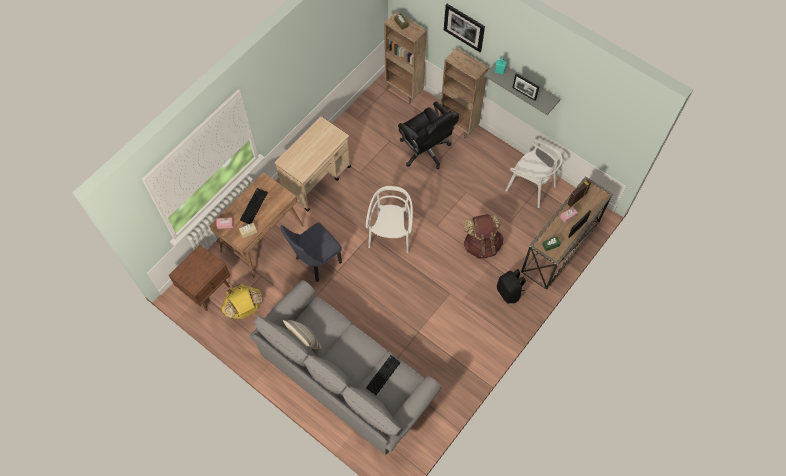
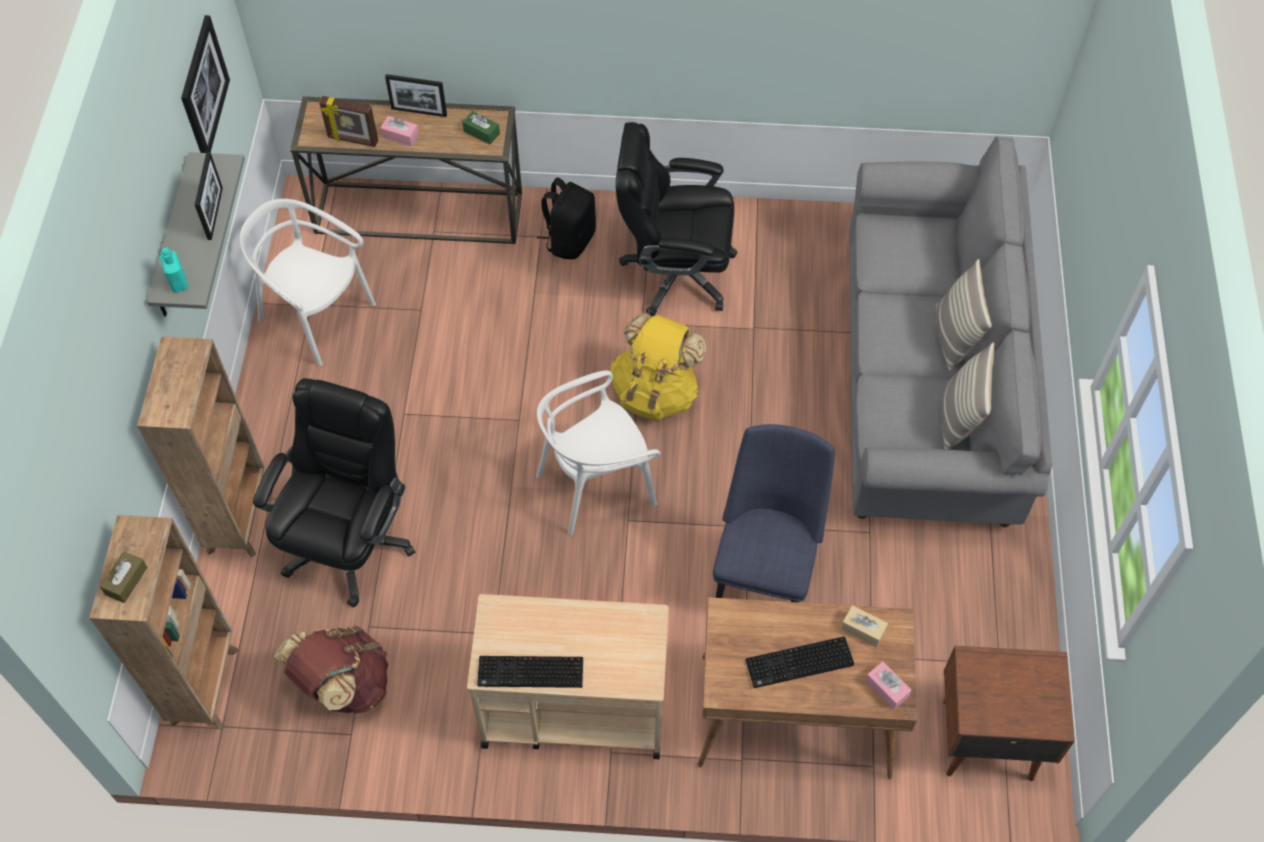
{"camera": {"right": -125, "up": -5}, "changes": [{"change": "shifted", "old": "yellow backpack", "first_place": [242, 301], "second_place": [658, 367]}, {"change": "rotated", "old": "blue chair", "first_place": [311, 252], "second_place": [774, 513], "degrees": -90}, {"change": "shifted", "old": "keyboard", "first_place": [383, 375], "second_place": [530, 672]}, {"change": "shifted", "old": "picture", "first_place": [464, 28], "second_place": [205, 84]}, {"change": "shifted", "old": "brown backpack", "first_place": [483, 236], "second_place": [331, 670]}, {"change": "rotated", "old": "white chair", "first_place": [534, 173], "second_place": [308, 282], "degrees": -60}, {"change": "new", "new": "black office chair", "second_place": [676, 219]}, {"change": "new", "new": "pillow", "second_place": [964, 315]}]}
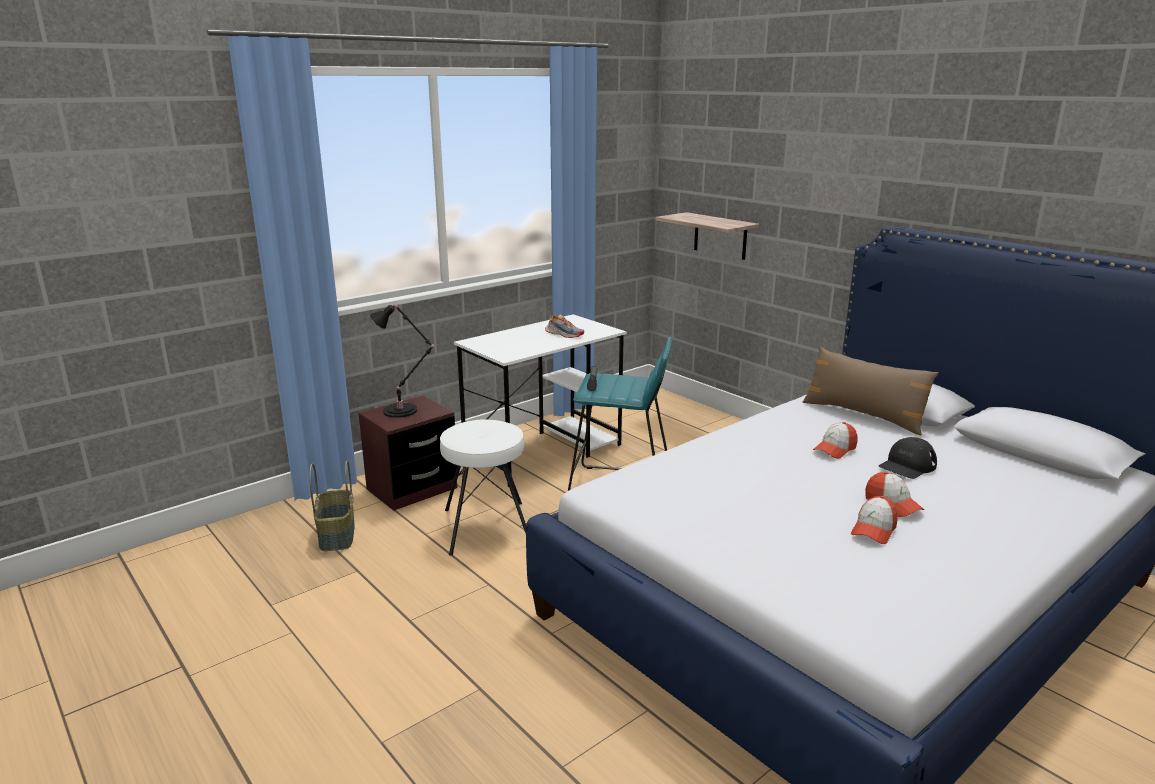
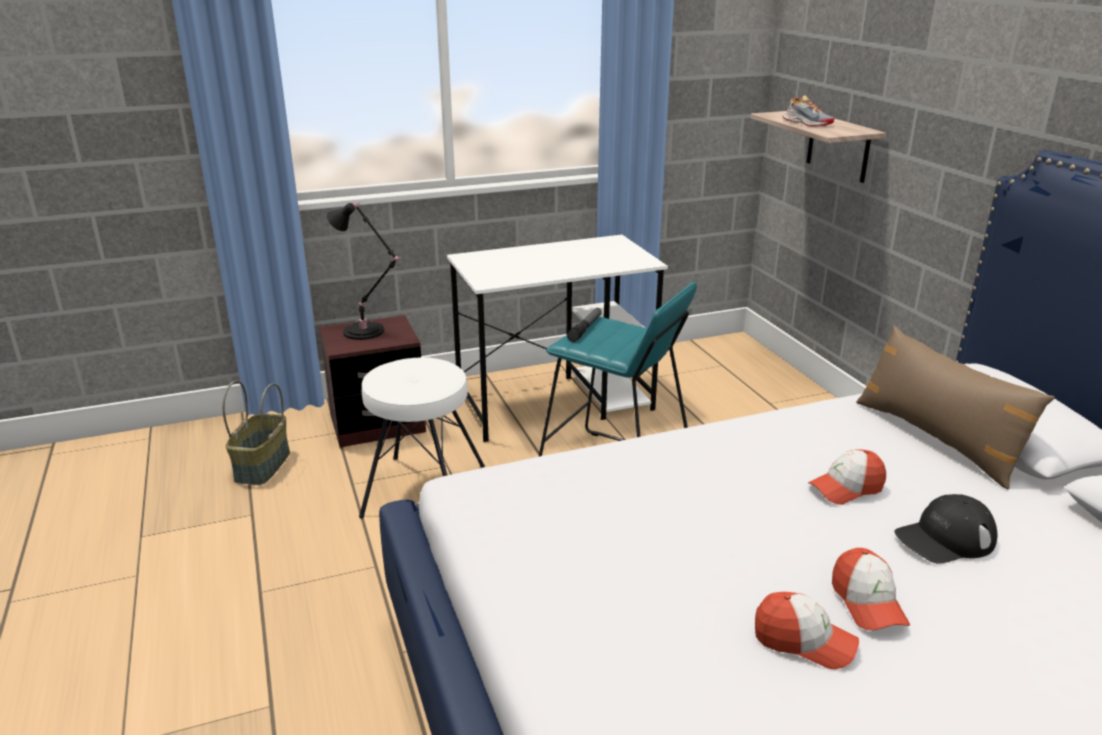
{"camera": {"right": 20, "up": 5}, "changes": [{"change": "shifted", "old": "shoe", "first_place": [564, 326], "second_place": [808, 111]}, {"change": "rotated", "old": "cap", "first_place": [874, 520], "second_place": [807, 630], "degrees": -120}]}
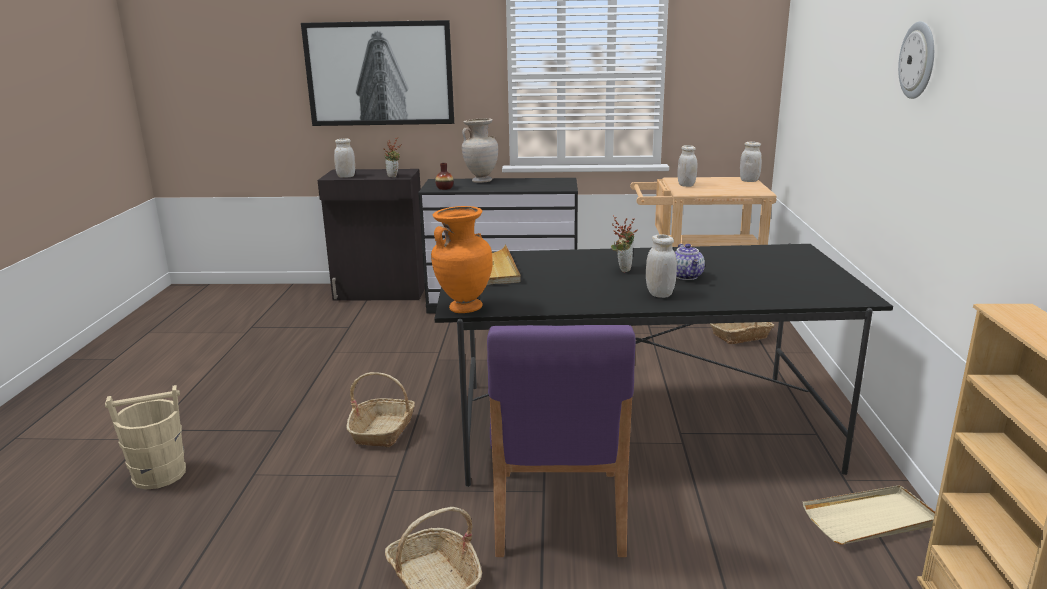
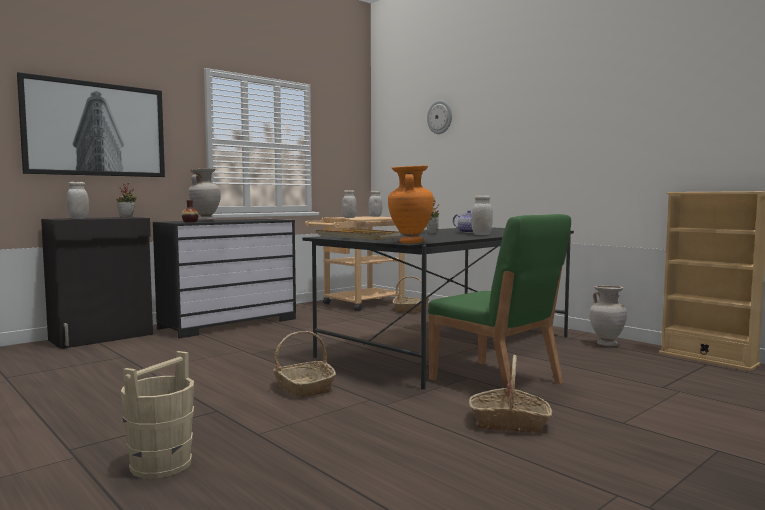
{"camera": {"right": -45, "up": -15}, "changes": [{"change": "repainted", "old": "purple chair", "new": "green chair", "first_place": [561, 441], "second_place": [499, 301]}, {"change": "swapped", "old": "beige tray", "new": "beige vase", "first_place": [869, 515], "second_place": [608, 316]}, {"change": "shifted", "old": "wall clock", "first_place": [916, 60], "second_place": [439, 117]}]}
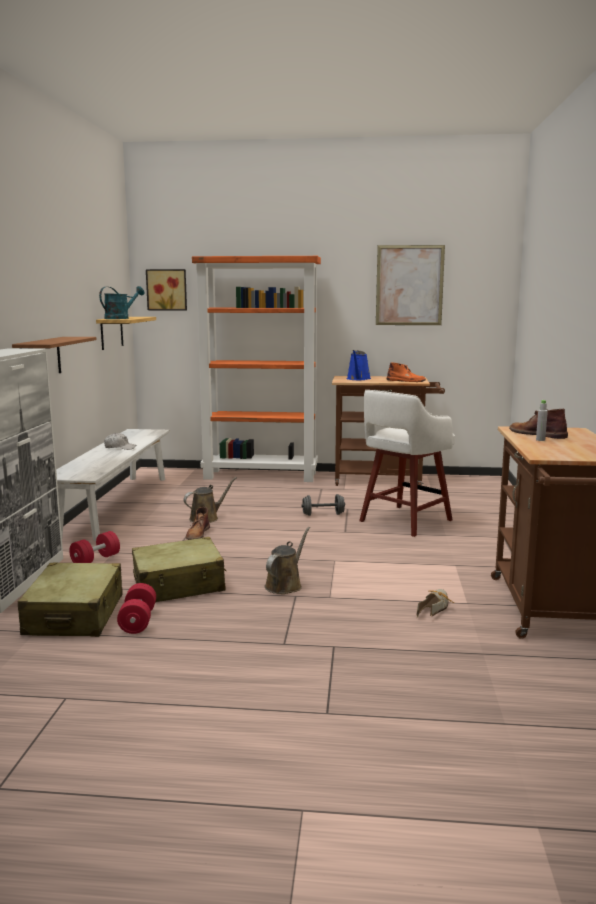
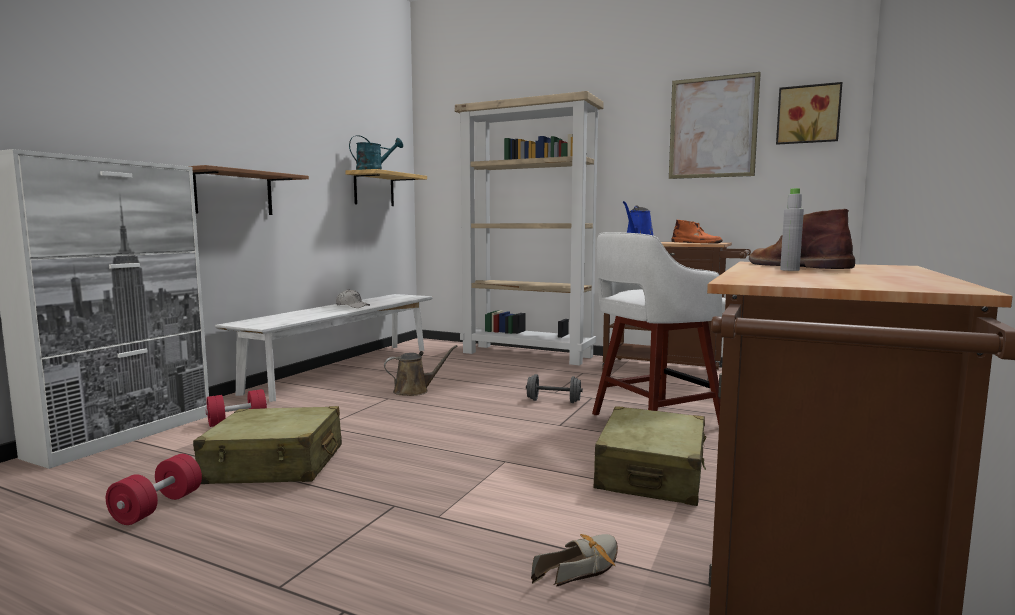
{"camera": {"right": 20, "up": -5}, "changes": [{"change": "shifted", "old": "beige suitcase", "first_place": [70, 599], "second_place": [649, 456]}, {"change": "shifted", "old": "picture", "first_place": [166, 289], "second_place": [809, 113]}, {"change": "gone", "old": "brown boot", "first_place": [198, 523]}, {"change": "repainted", "old": "orange bookcase", "new": "beige bookcase", "first_place": [256, 369], "second_place": [529, 228]}, {"change": "gone", "old": "brown watering can", "first_place": [287, 560]}]}
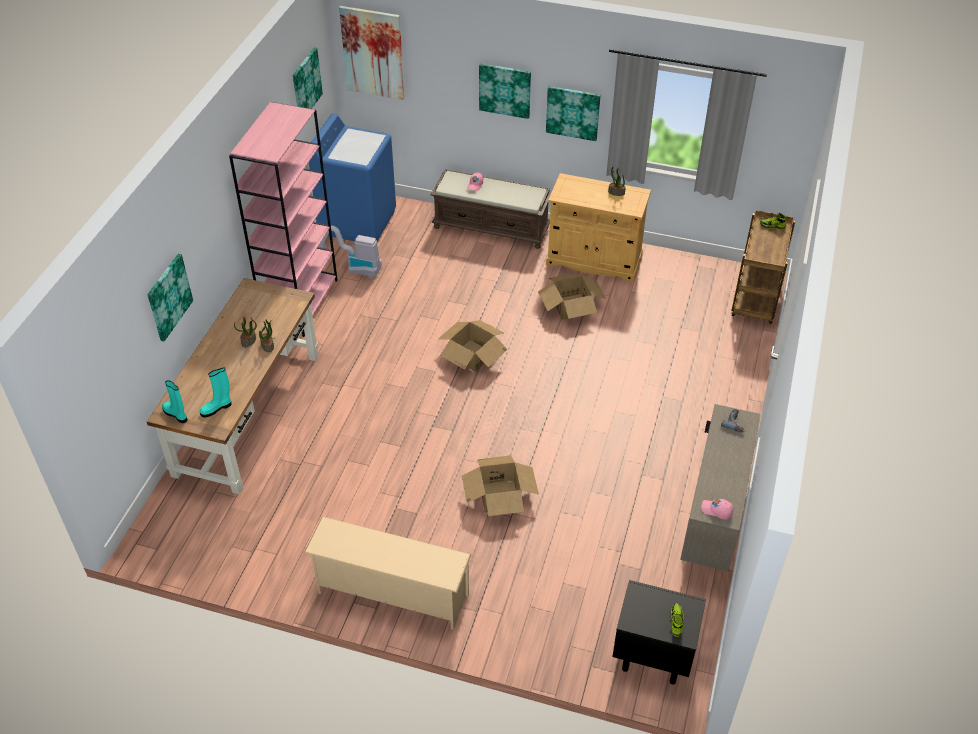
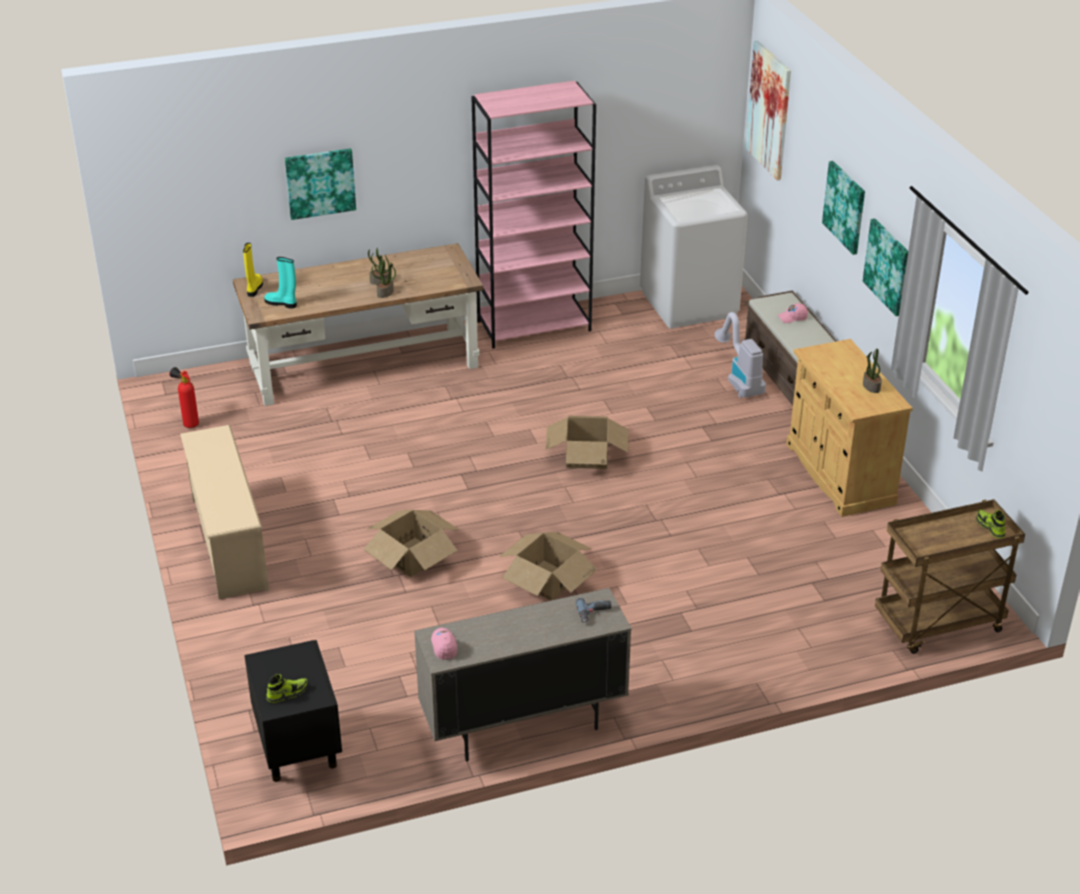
{"camera": {"right": 55, "up": -10}, "changes": [{"change": "repainted", "old": "turquoise boot", "new": "yellow boot", "first_place": [174, 401], "second_place": [253, 270]}, {"change": "gone", "old": "picture", "first_place": [308, 78]}, {"change": "repainted", "old": "blue washing machine", "new": "white washing machine", "first_place": [352, 177], "second_place": [694, 246]}, {"change": "shifted", "old": "vacuum cleaner", "first_place": [350, 251], "second_place": [740, 355]}, {"change": "shifted", "old": "cardboard box", "first_place": [572, 296], "second_place": [548, 566]}, {"change": "new", "new": "fire extinguisher", "second_place": [184, 397]}]}
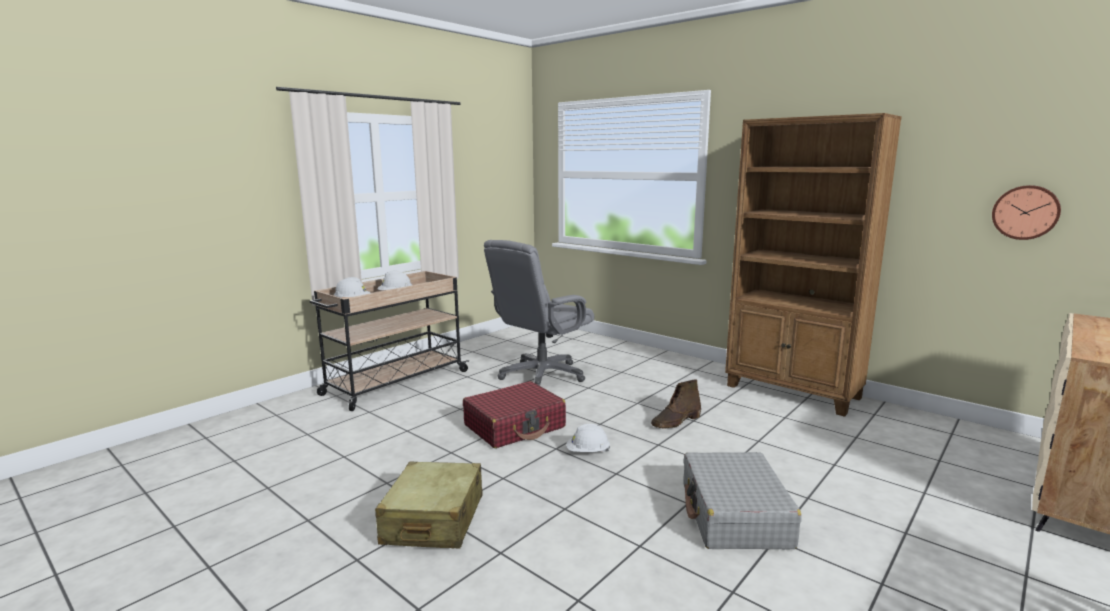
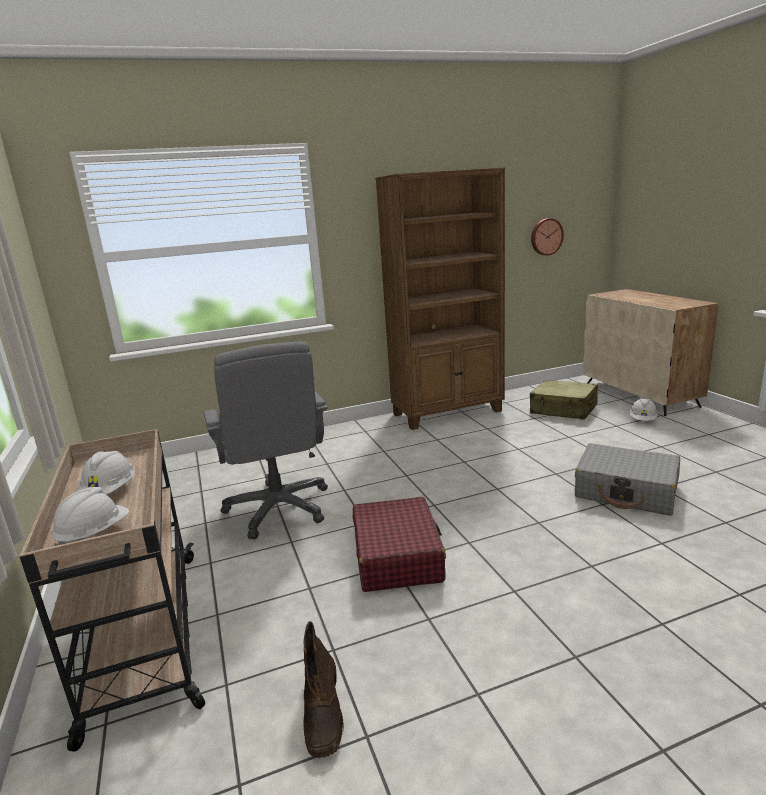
{"camera": {"right": -60, "up": 5}, "changes": [{"change": "shifted", "old": "beige suitcase", "first_place": [429, 504], "second_place": [564, 400]}, {"change": "shifted", "old": "white hard hat", "first_place": [588, 438], "second_place": [644, 409]}, {"change": "shifted", "old": "brown boot", "first_place": [676, 404], "second_place": [324, 689]}]}
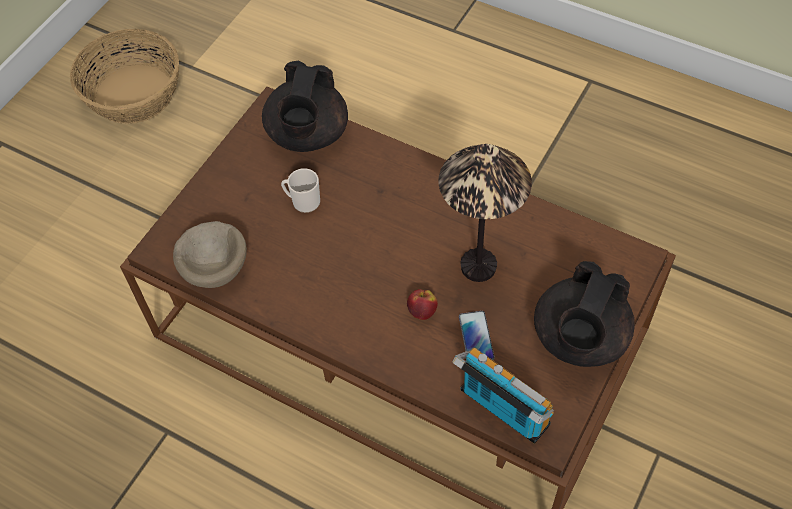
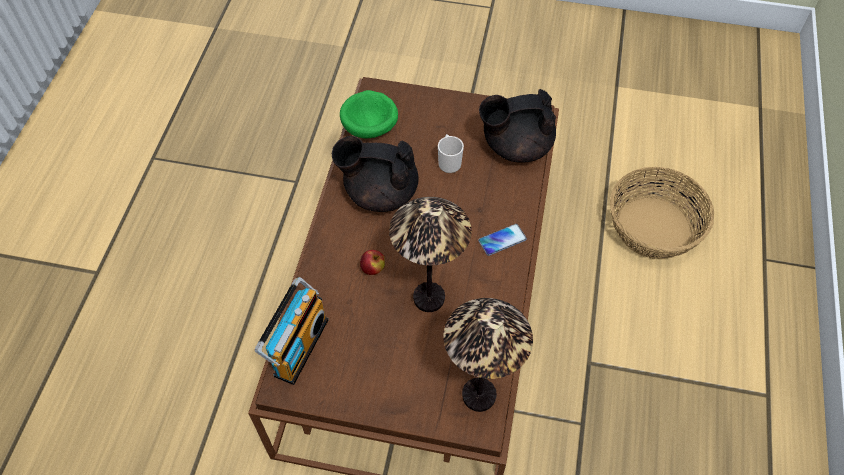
{"camera": {"right": 70, "up": 0}, "changes": [{"change": "shifted", "old": "basket", "first_place": [124, 76], "second_place": [662, 213]}, {"change": "repainted", "old": "beige bowl", "new": "green bowl", "first_place": [210, 254], "second_place": [369, 114]}, {"change": "shifted", "old": "phone", "first_place": [477, 335], "second_place": [502, 240]}, {"change": "shifted", "old": "black teapot", "first_place": [584, 314], "second_place": [375, 174]}, {"change": "new", "new": "table lamp", "second_place": [488, 355]}]}
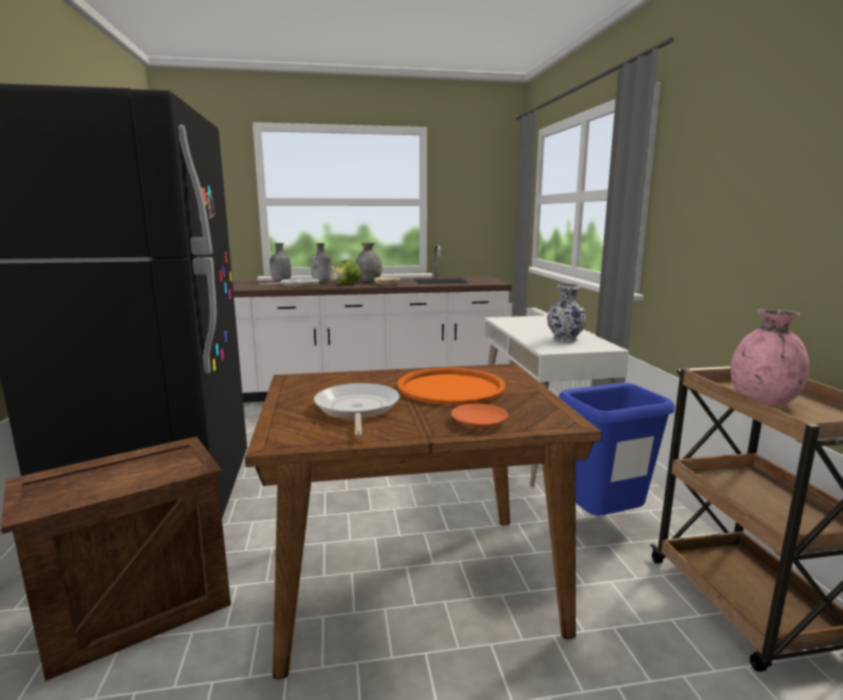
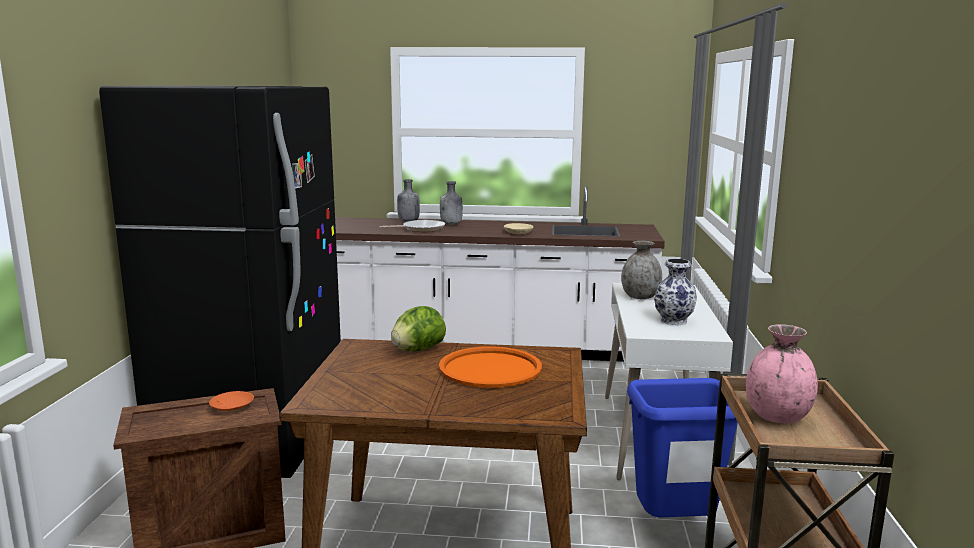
{"camera": {"right": 15, "up": 0}, "changes": [{"change": "gone", "old": "frying pan", "first_place": [356, 410]}, {"change": "shifted", "old": "lettuce", "first_place": [346, 272], "second_place": [418, 328]}, {"change": "shifted", "old": "grey vase", "first_place": [368, 262], "second_place": [641, 270]}, {"change": "shifted", "old": "orange plate", "first_place": [479, 416], "second_place": [231, 401]}]}
